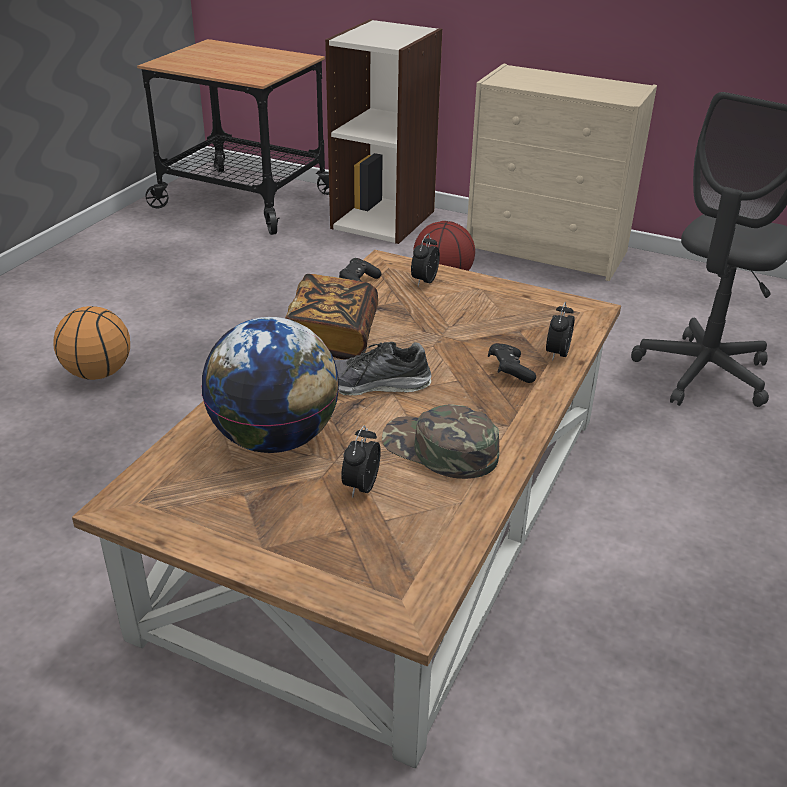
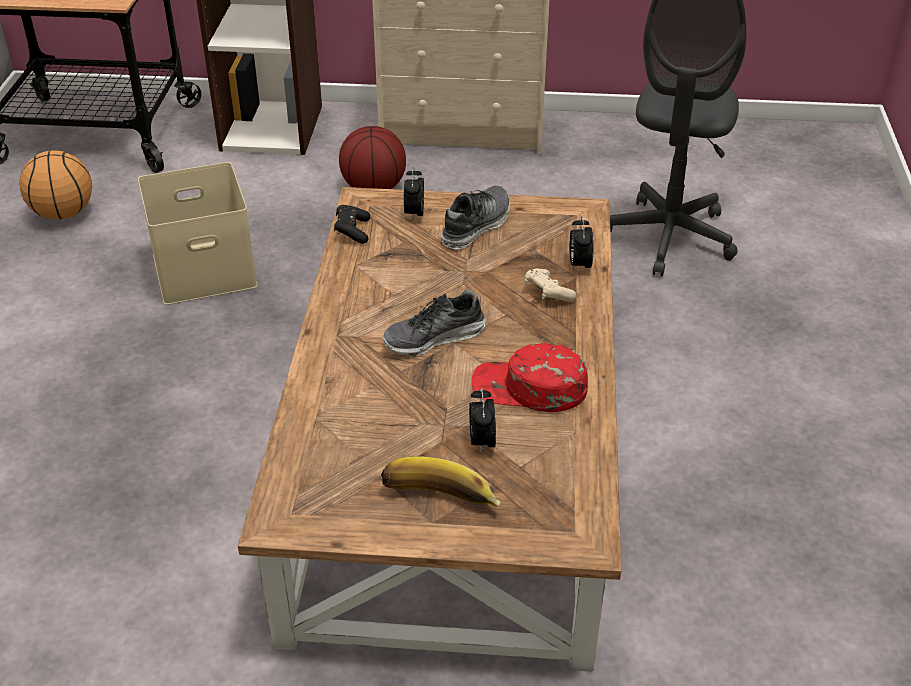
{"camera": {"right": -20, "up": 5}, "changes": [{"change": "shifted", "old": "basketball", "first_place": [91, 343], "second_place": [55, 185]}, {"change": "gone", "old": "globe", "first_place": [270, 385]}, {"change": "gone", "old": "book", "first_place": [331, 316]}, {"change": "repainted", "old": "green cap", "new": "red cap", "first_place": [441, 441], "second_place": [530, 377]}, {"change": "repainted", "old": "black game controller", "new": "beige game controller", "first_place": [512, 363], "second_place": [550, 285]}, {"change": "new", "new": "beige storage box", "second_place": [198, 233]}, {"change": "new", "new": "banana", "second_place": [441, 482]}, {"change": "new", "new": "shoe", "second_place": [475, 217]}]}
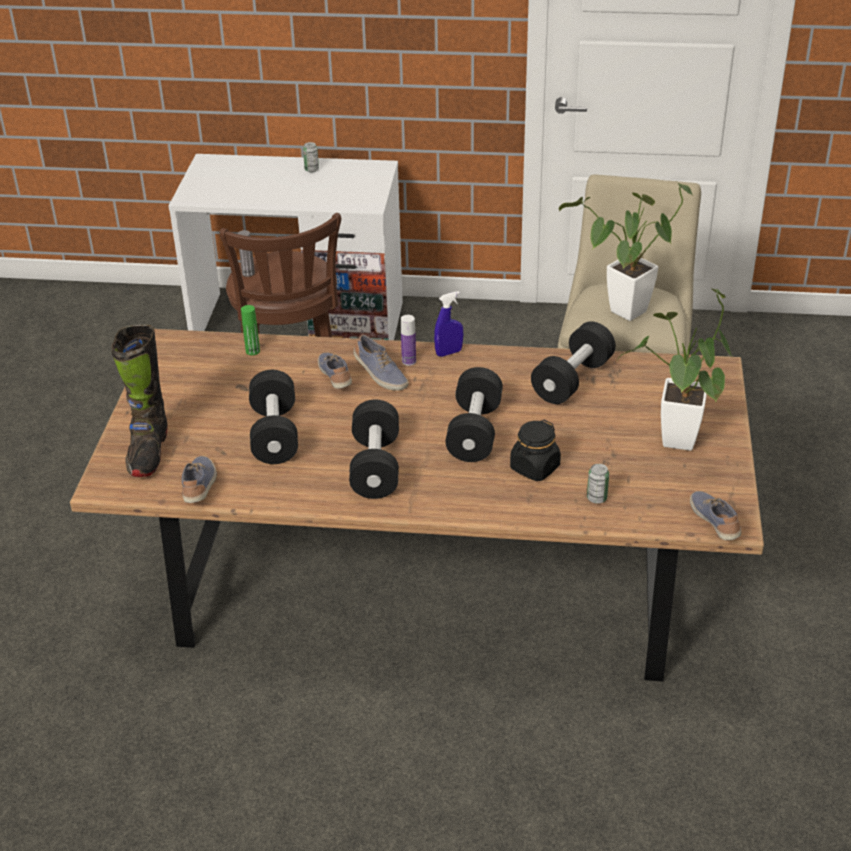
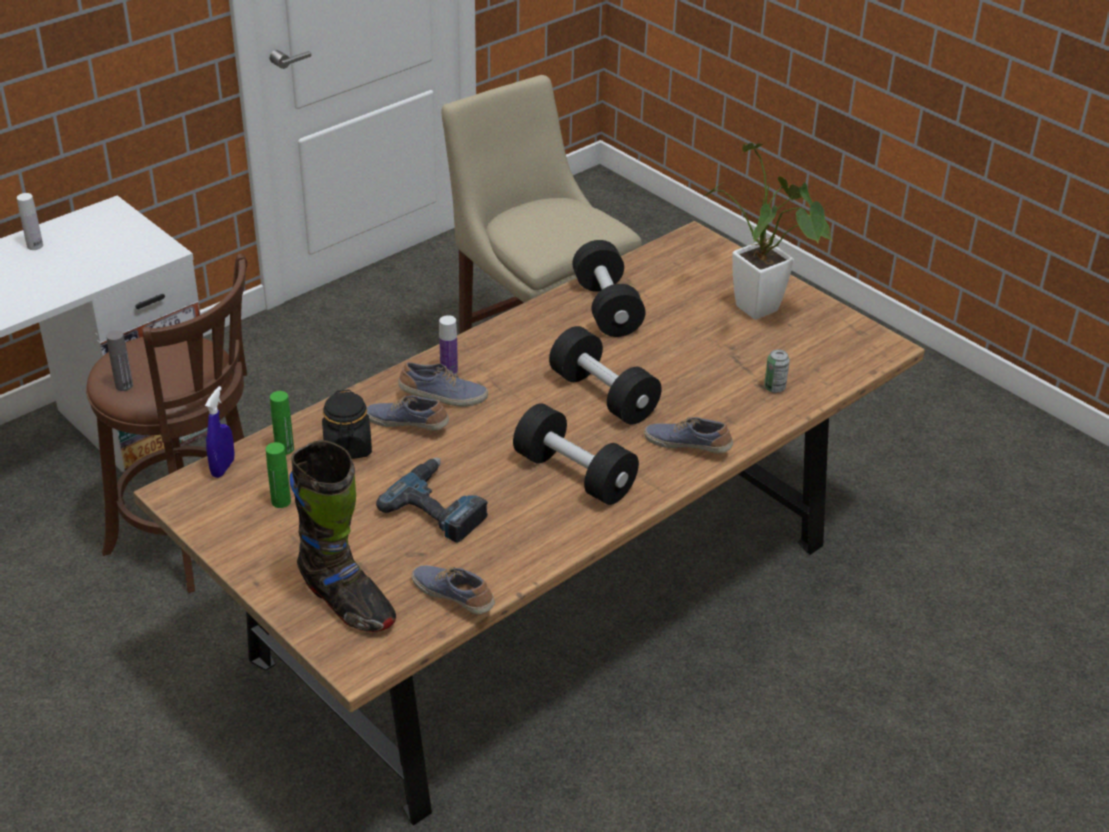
{"camera": {"right": -50, "up": 0}, "changes": [{"change": "swapped", "old": "black dumbbell", "new": "power drill", "first_place": [273, 417], "second_place": [432, 500]}, {"change": "swapped", "old": "can", "new": "white bottle", "first_place": [311, 157], "second_place": [30, 221]}, {"change": "shifted", "old": "blue spray bottle", "first_place": [448, 324], "second_place": [219, 432]}, {"change": "shifted", "old": "black jar", "first_place": [535, 450], "second_place": [347, 424]}, {"change": "gone", "old": "potted plant", "first_place": [626, 251]}, {"change": "shifted", "old": "shoe", "first_place": [715, 515], "second_place": [688, 435]}, {"change": "new", "new": "green bottle", "second_place": [278, 475]}]}
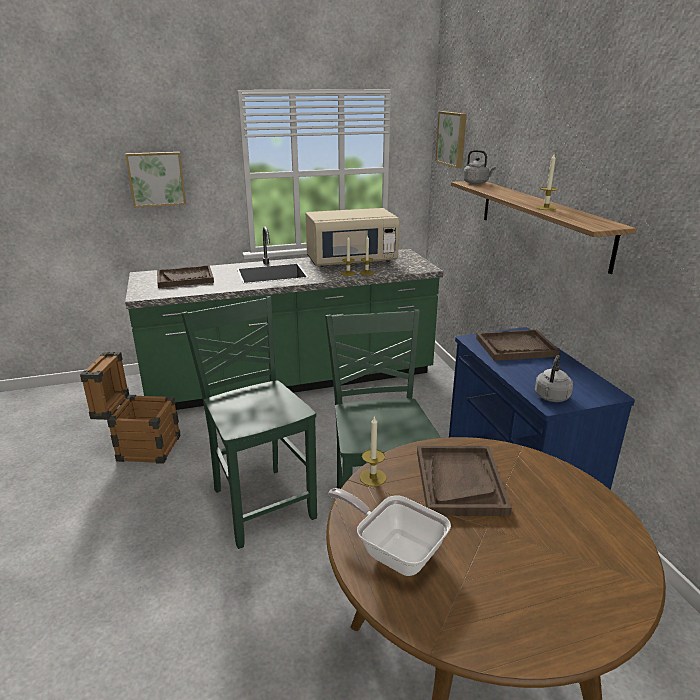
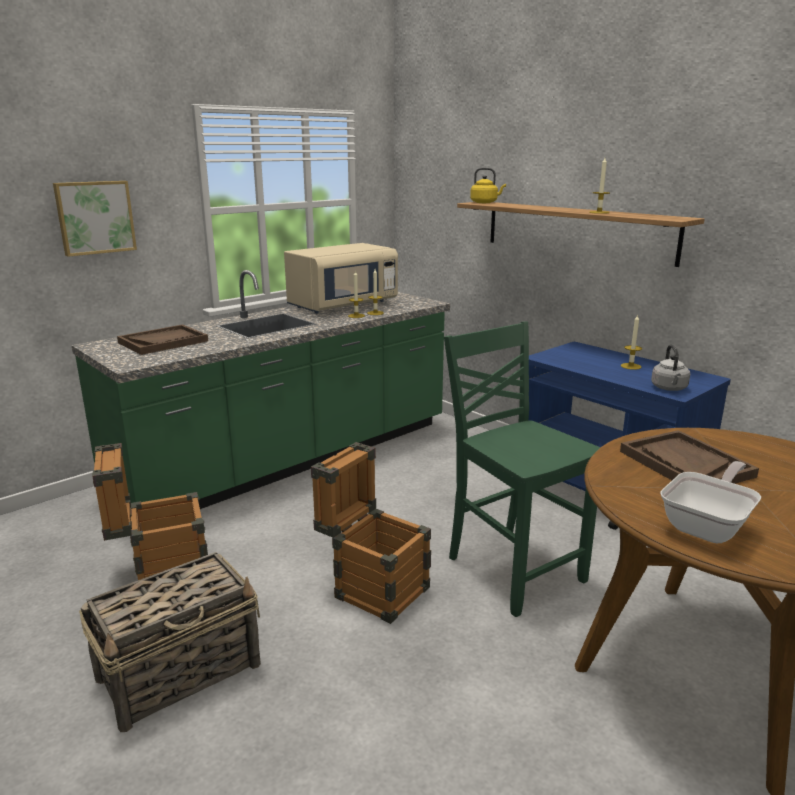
{"camera": {"right": -25, "up": -5}, "changes": [{"change": "swapped", "old": "green chair", "new": "crate", "first_place": [249, 422], "second_place": [371, 533]}, {"change": "rotated", "old": "frying pan", "first_place": [389, 532], "second_place": [710, 502], "degrees": 120}, {"change": "shifted", "old": "candle", "first_place": [373, 451], "second_place": [631, 342]}, {"change": "gone", "old": "picture", "first_place": [451, 139]}, {"change": "repainted", "old": "grey kettle", "new": "yellow kettle", "first_place": [479, 167], "second_place": [488, 185]}, {"change": "gone", "old": "brown tray", "first_place": [518, 345]}, {"change": "new", "new": "basket", "second_place": [170, 642]}]}
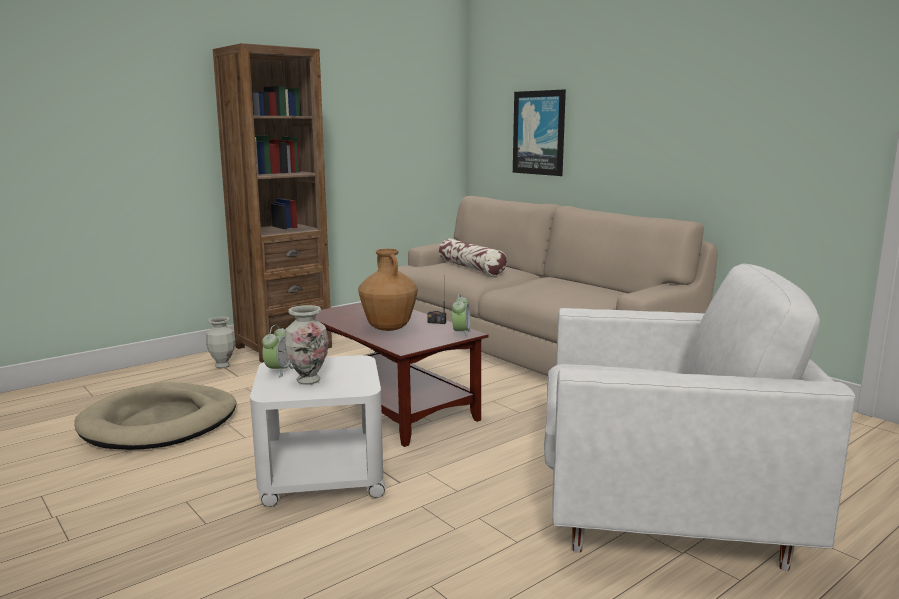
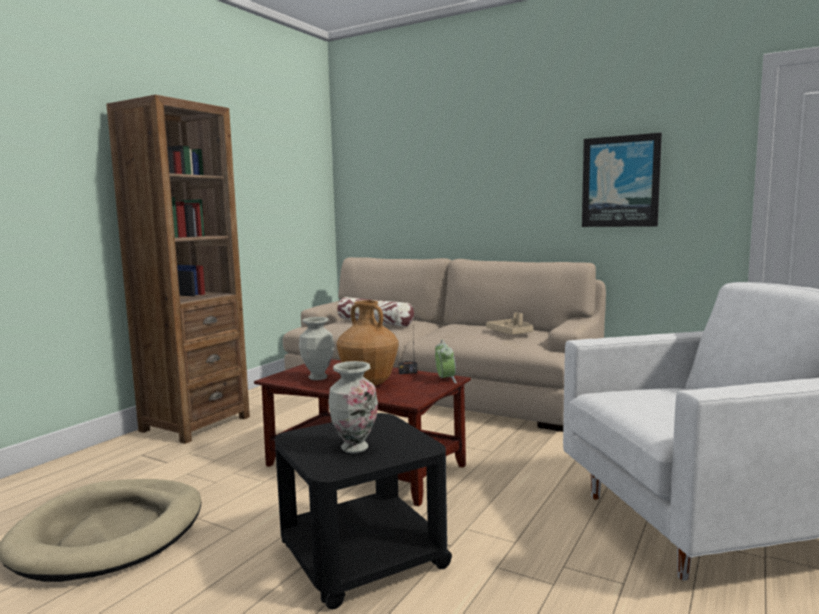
{"camera": {"right": -20, "up": -5}, "changes": [{"change": "shifted", "old": "vase", "first_place": [220, 342], "second_place": [316, 348]}, {"change": "repainted", "old": "white side table", "new": "black side table", "first_place": [318, 431], "second_place": [363, 511]}, {"change": "gone", "old": "alarm clock", "first_place": [278, 351]}, {"change": "shifted", "old": "picture", "first_place": [539, 132], "second_place": [622, 180]}, {"change": "new", "new": "beige tray", "second_place": [510, 323]}]}
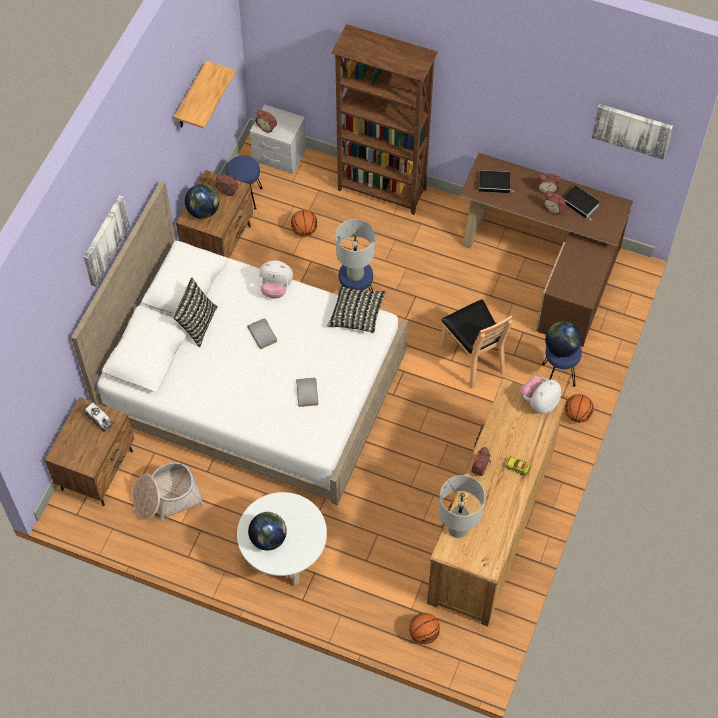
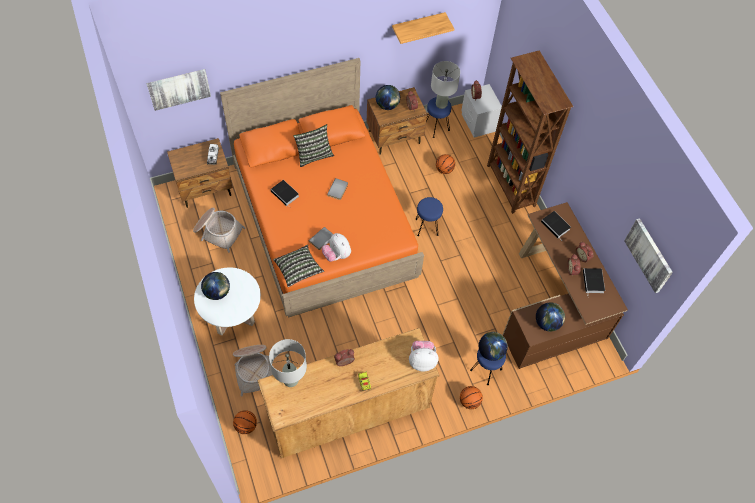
{"camera": {"right": 45, "up": 0}, "changes": [{"change": "repainted", "old": "white bed", "new": "orange bed", "first_place": [239, 343], "second_place": [322, 188]}, {"change": "shifted", "old": "picture", "first_place": [107, 241], "second_place": [178, 90]}, {"change": "shifted", "old": "plush toy", "first_place": [276, 279], "second_place": [336, 247]}, {"change": "shifted", "old": "pillow", "first_place": [356, 309], "second_place": [298, 266]}, {"change": "shifted", "old": "grey table lamp", "first_place": [355, 250], "second_place": [445, 85]}, {"change": "gone", "old": "brown chair", "first_place": [477, 344]}, {"change": "new", "new": "basket", "second_place": [253, 371]}, {"change": "new", "new": "book", "second_place": [284, 194]}, {"change": "new", "new": "globe", "second_place": [550, 317]}]}
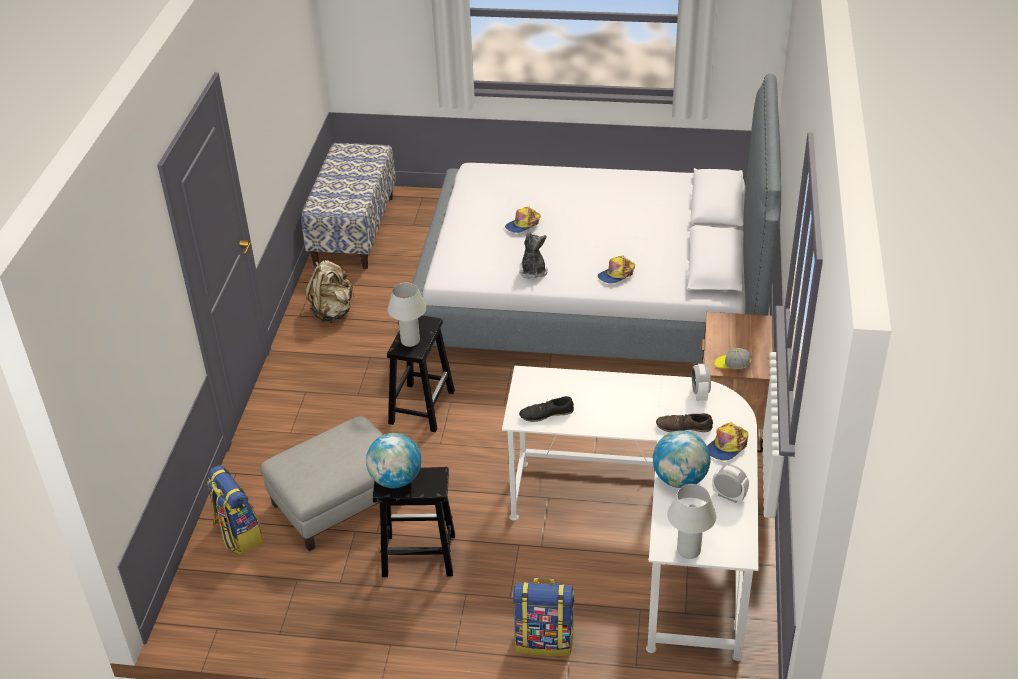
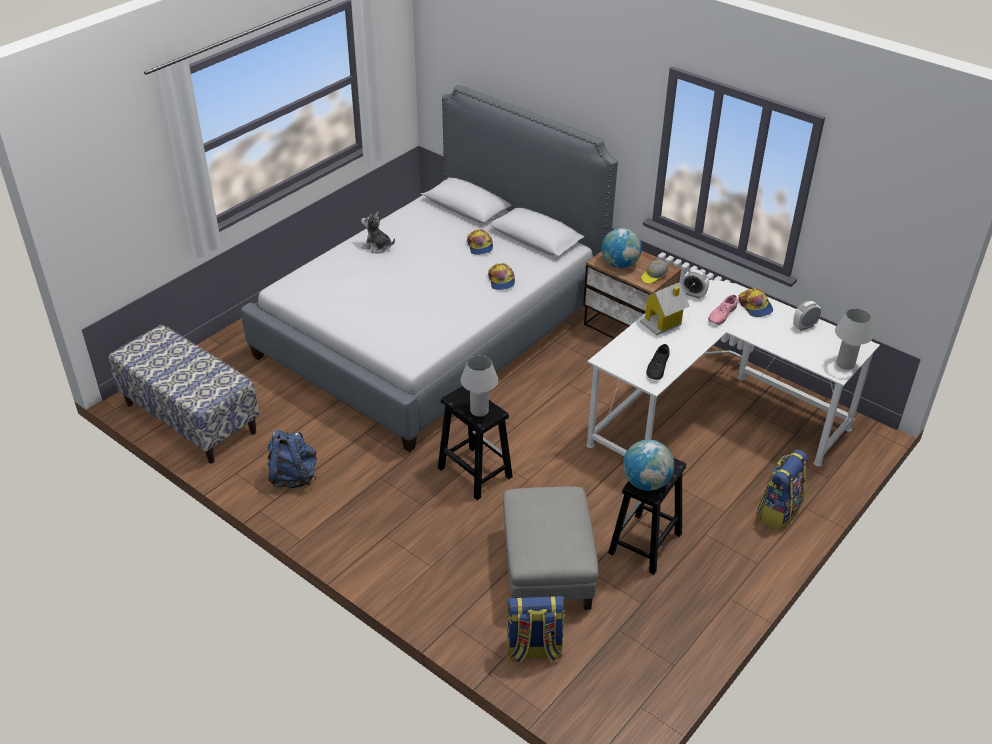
{"camera": {"right": -60, "up": 0}, "changes": [{"change": "repainted", "old": "beige backpack", "new": "blue backpack", "first_place": [330, 291], "second_place": [292, 459]}, {"change": "shifted", "old": "cap", "first_place": [523, 219], "second_place": [480, 242]}, {"change": "shifted", "old": "plush toy", "first_place": [533, 255], "second_place": [378, 232]}, {"change": "shifted", "old": "globe", "first_place": [681, 459], "second_place": [621, 248]}, {"change": "repainted", "old": "brown shoe", "new": "pink shoe", "first_place": [684, 422], "second_place": [722, 310]}, {"change": "new", "new": "toy house", "second_place": [665, 308]}]}
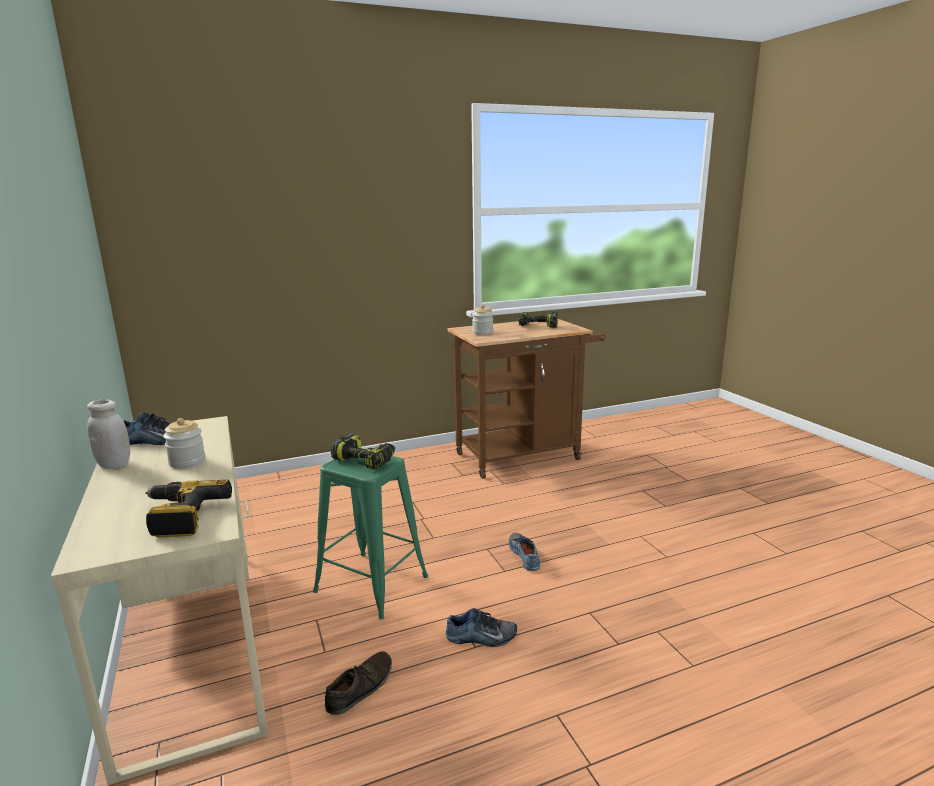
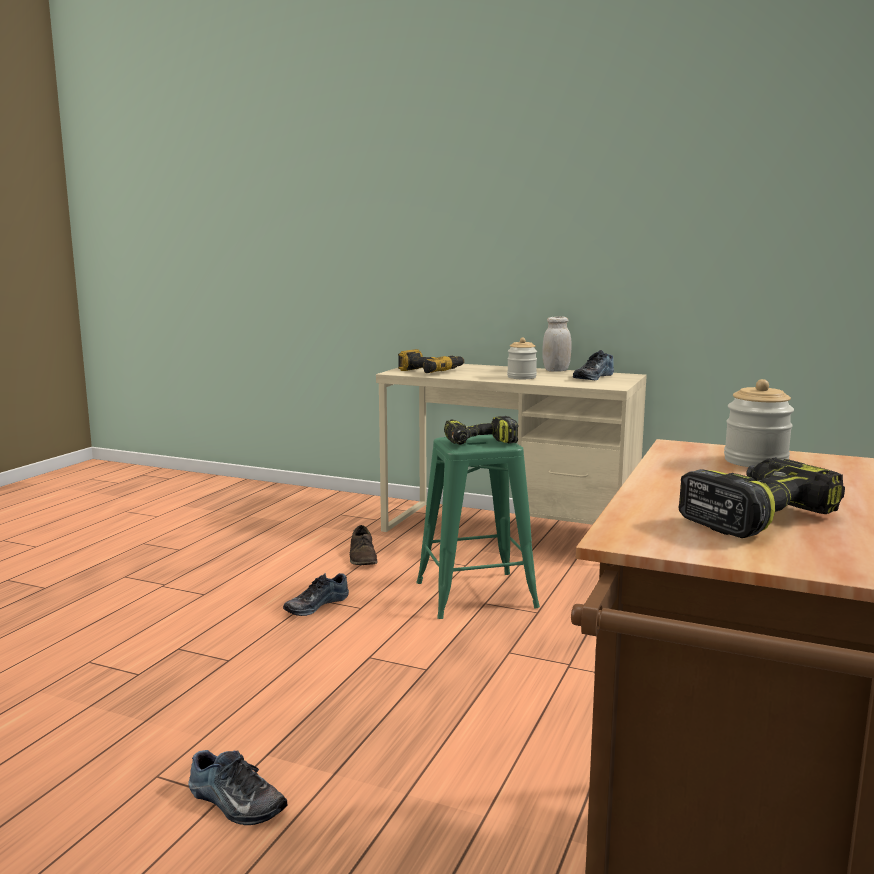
{"camera": {"right": 135, "up": -5}, "changes": [{"change": "shifted", "old": "shoe", "first_place": [525, 552], "second_place": [238, 787]}]}
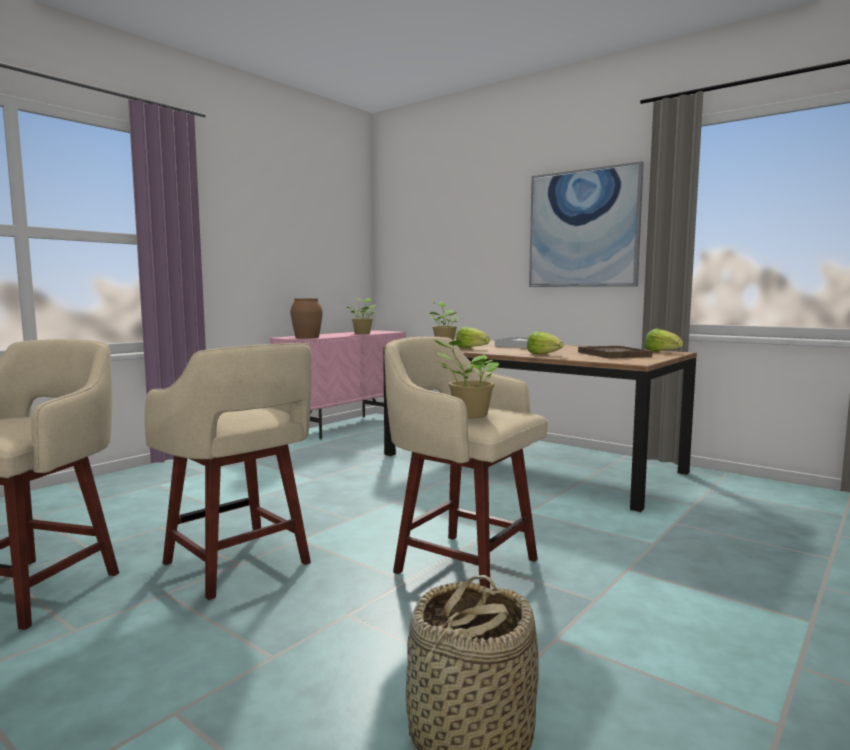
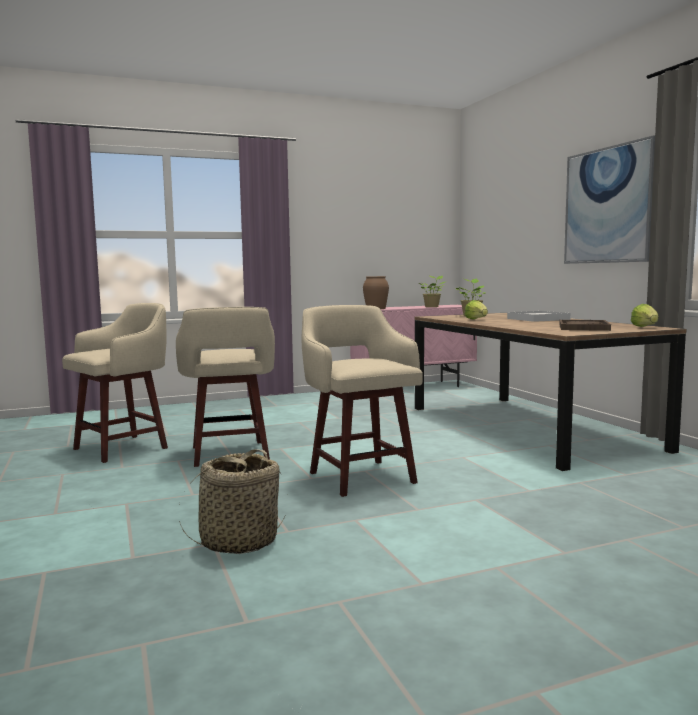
{"camera": {"right": 30, "up": 0}, "changes": [{"change": "gone", "old": "potted plant", "first_place": [466, 378]}, {"change": "gone", "old": "lettuce", "first_place": [545, 342]}]}
